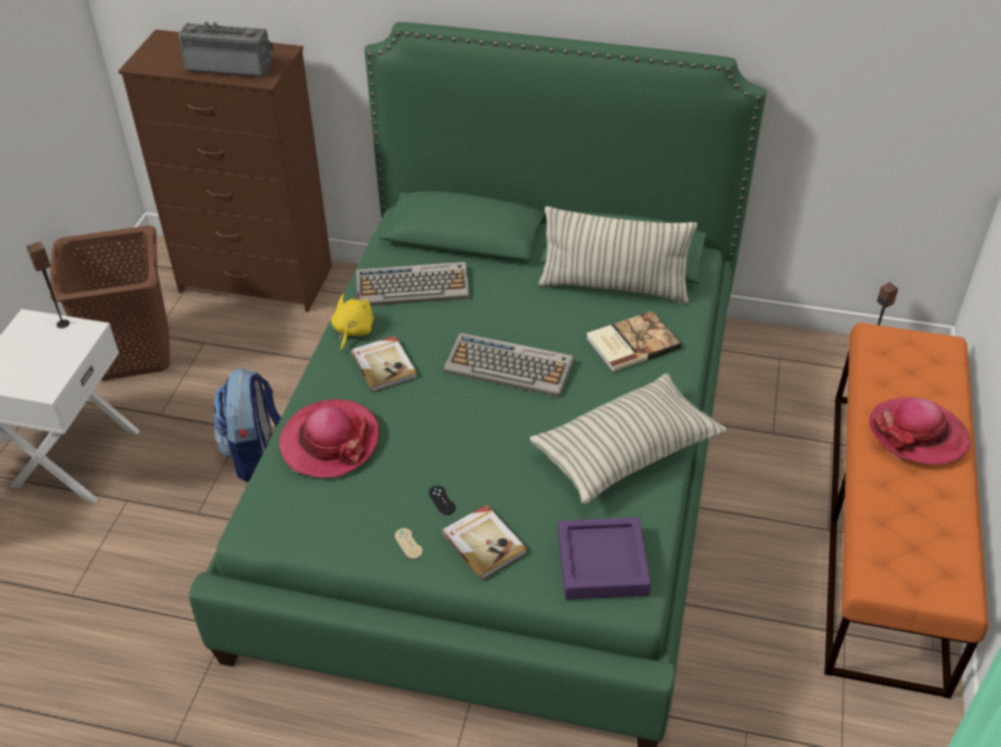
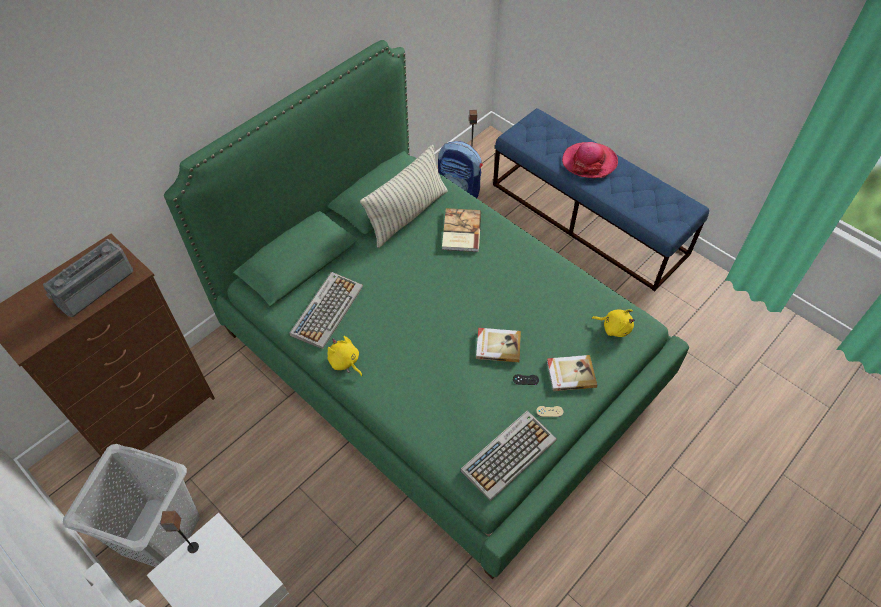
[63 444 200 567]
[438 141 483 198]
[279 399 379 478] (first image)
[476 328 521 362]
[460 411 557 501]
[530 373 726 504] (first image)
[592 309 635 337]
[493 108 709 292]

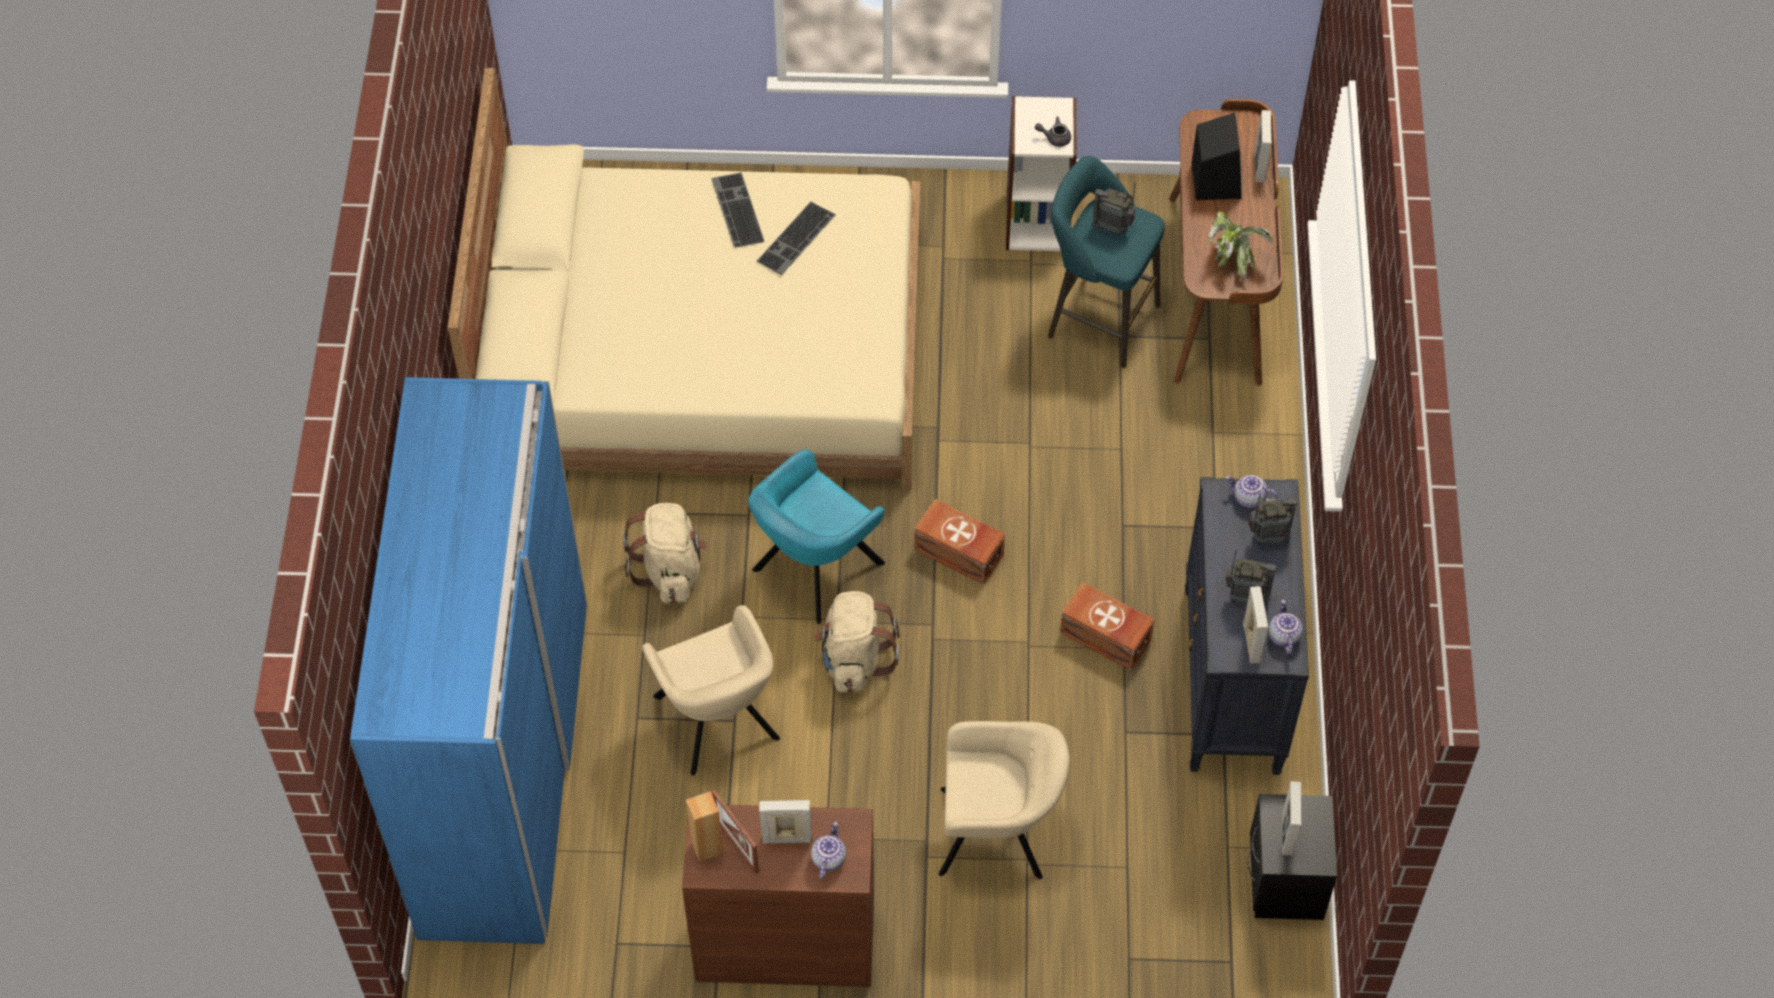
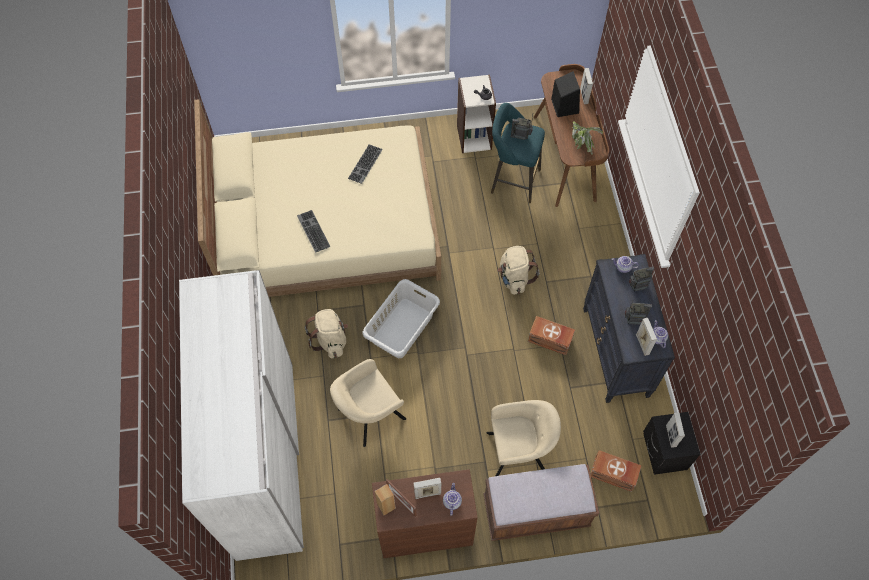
[179 270 304 561]
[330 359 406 447]
[297 210 331 253]
[362 279 440 358]
[497 246 540 295]
[590 450 642 492]
[483 464 599 541]

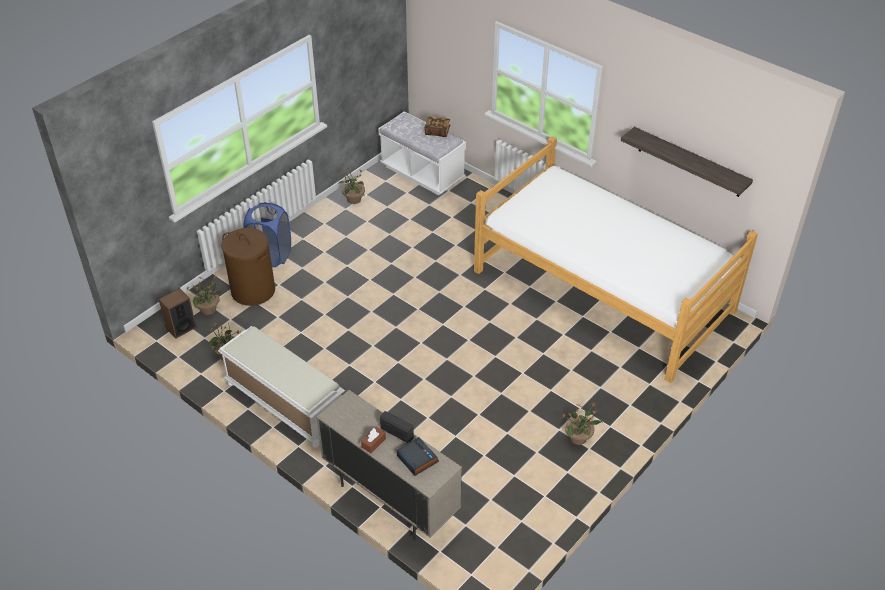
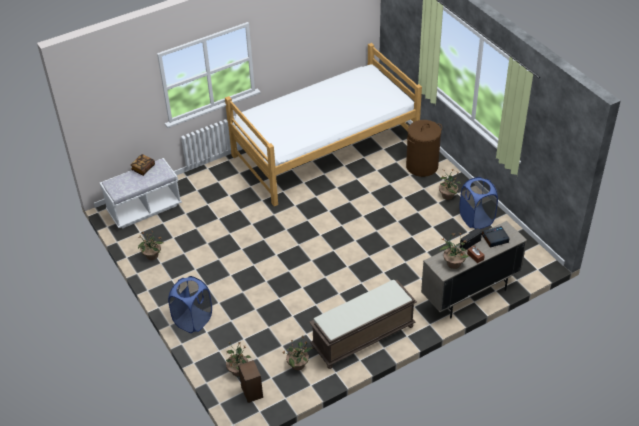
[309 280 417 369]
[406 120 442 177]
[621 127 753 197] (first image)
[440 233 468 269]
[459 177 498 229]

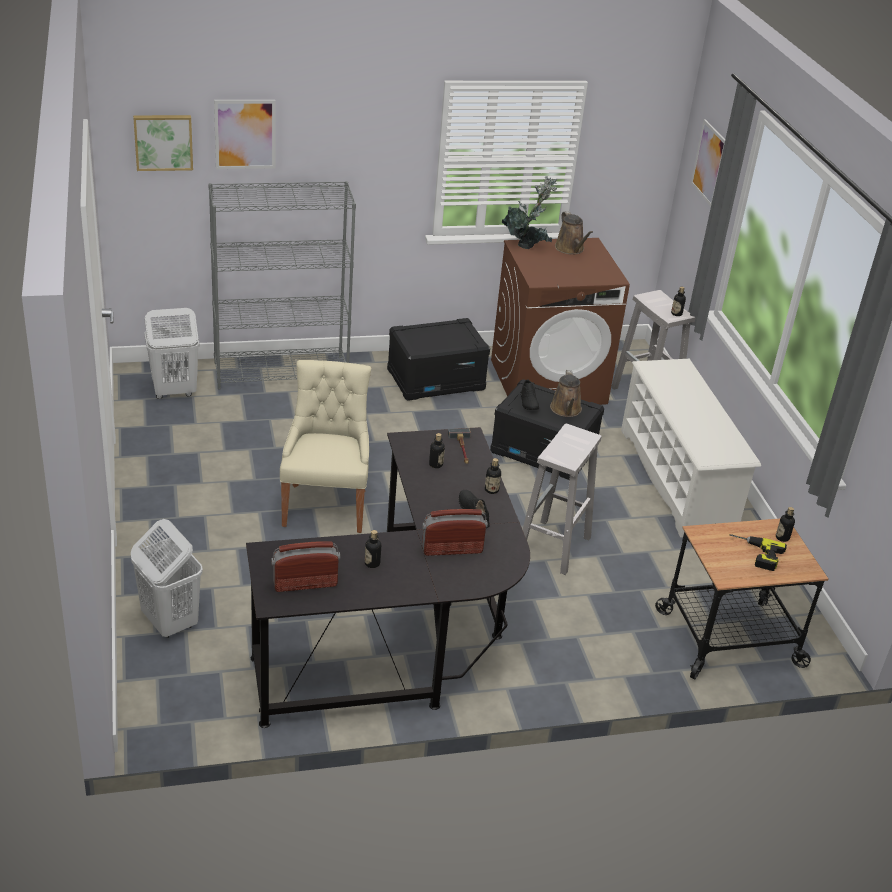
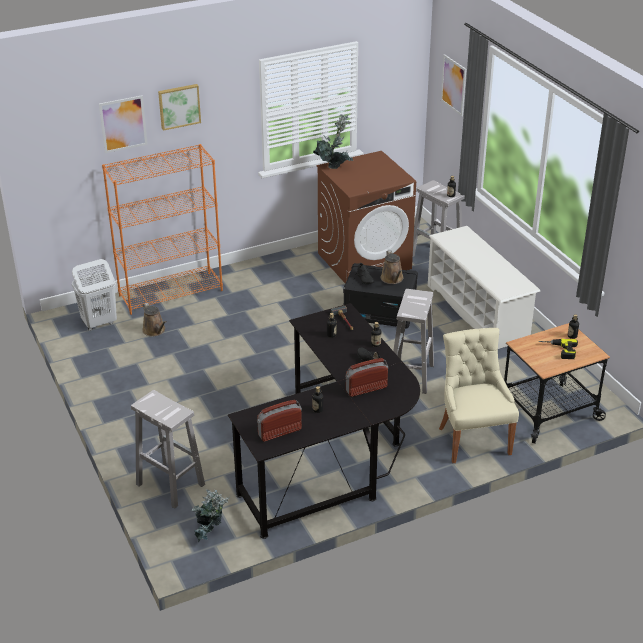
[131 390 205 508]
[158 84 201 131]
[102 144 223 315]
[439 328 519 463]
[387 318 490 401] (first image)
[142 303 166 337]
[191 489 230 543]

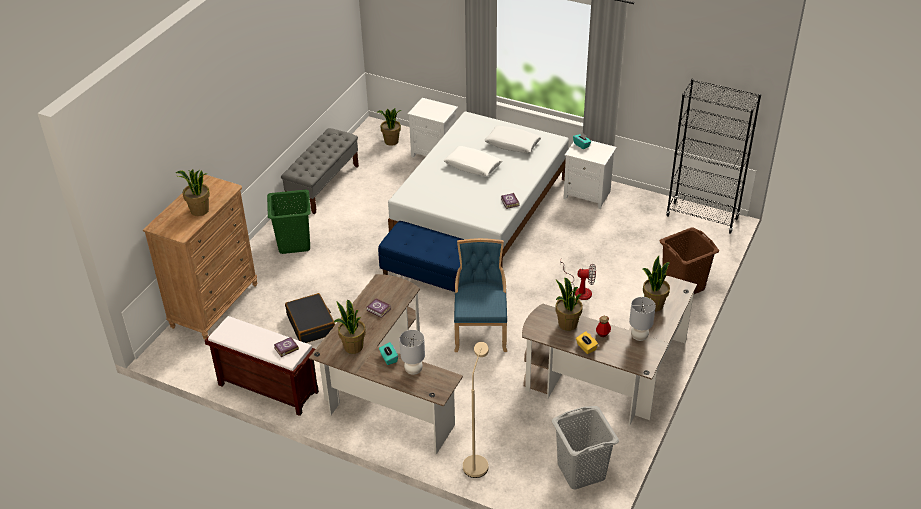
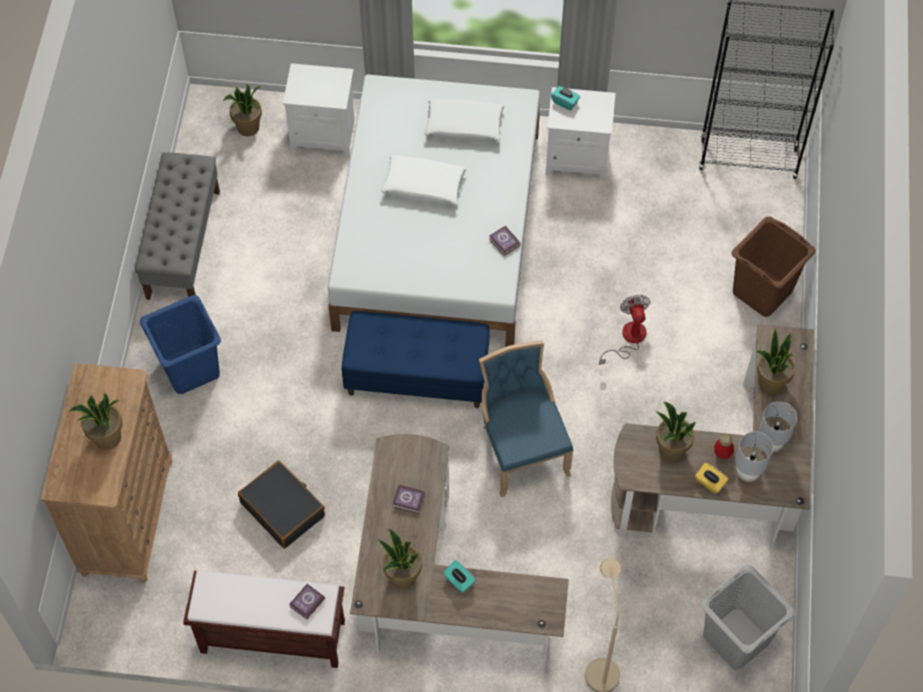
[140 295 221 394]
[735 431 773 482]
[599 295 650 365]

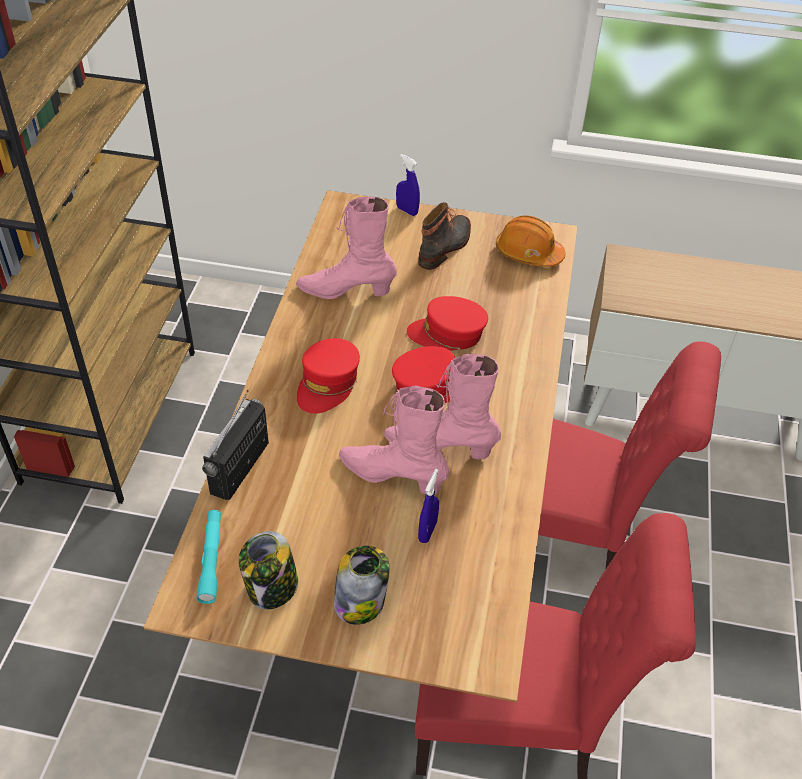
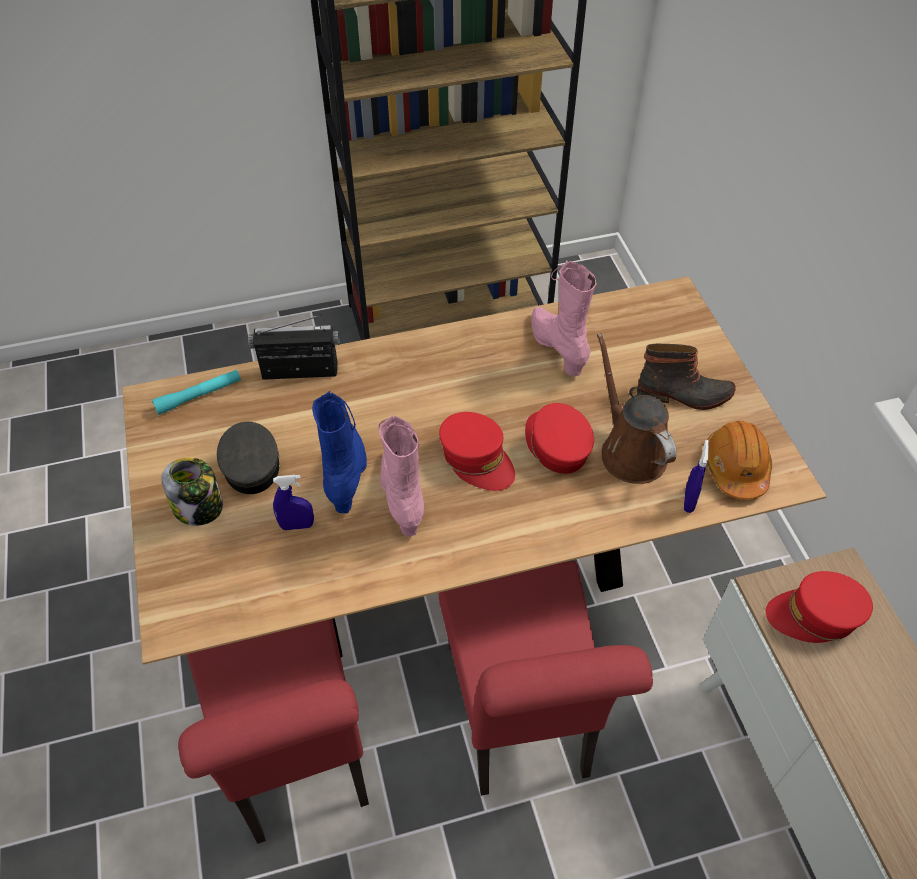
[239 531 298 609] (first image)
[766 571 873 643]
[312 391 367 513]
[684 440 709 513]
[217 422 281 494]
[597 333 677 484]

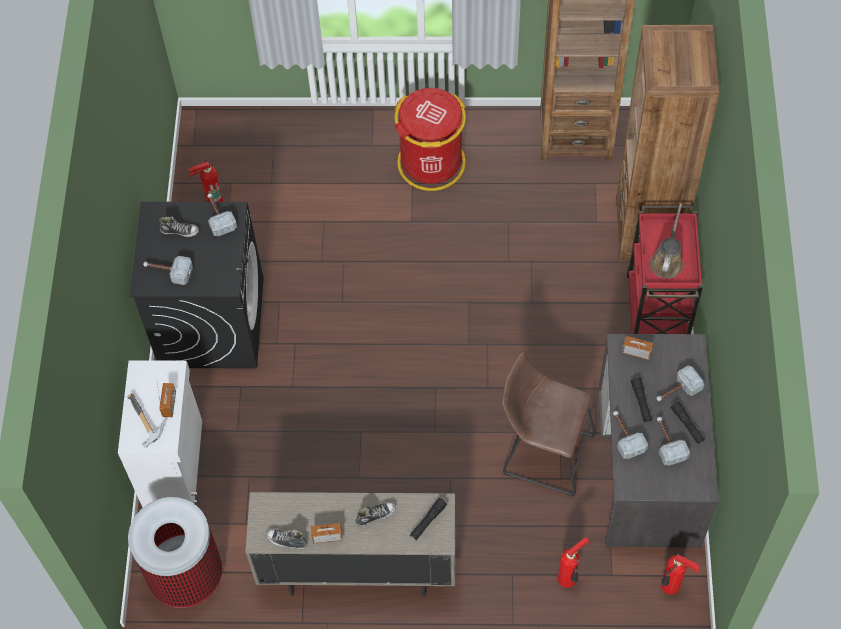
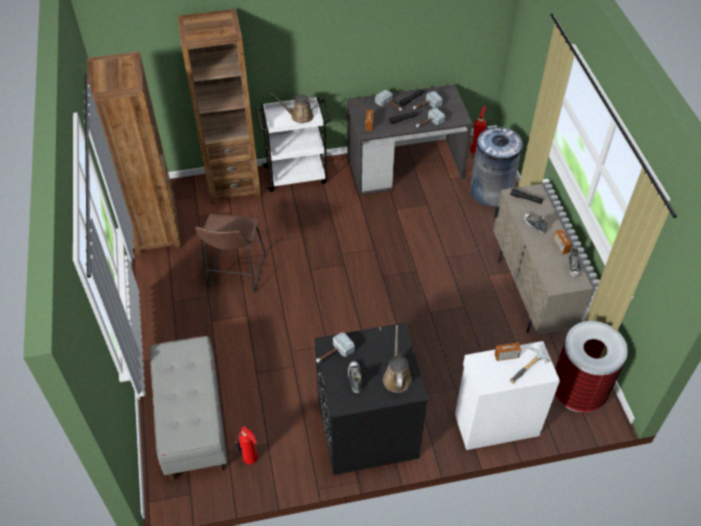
[383 325 412 393]
[394 88 466 191] (first image)
[195 214 265 292]
[470 127 523 207]
[256 96 331 192]
[150 336 227 480]

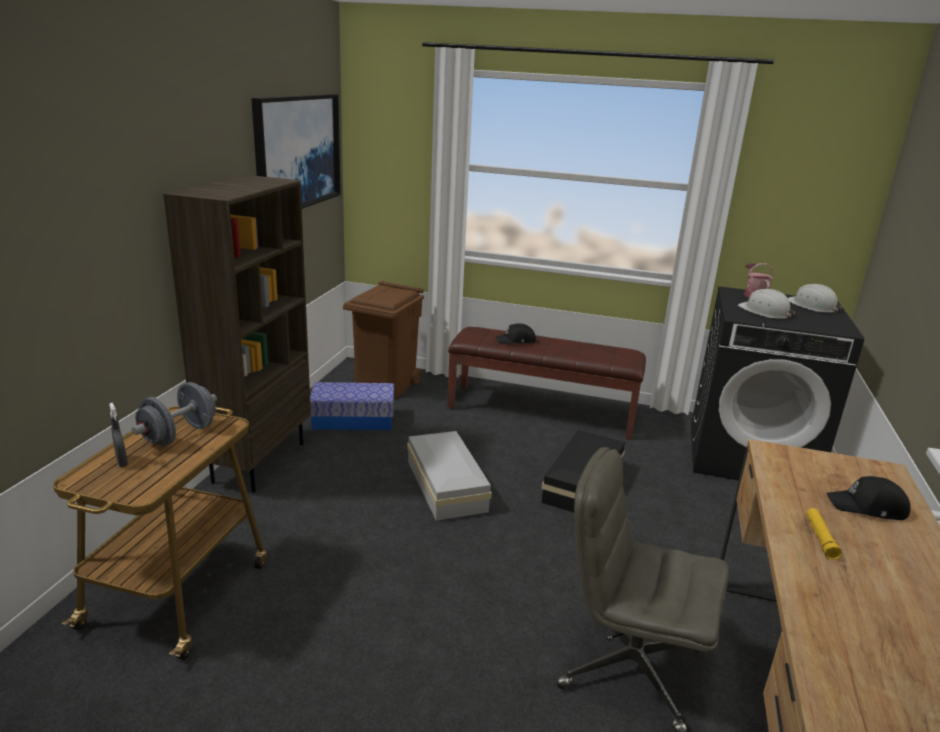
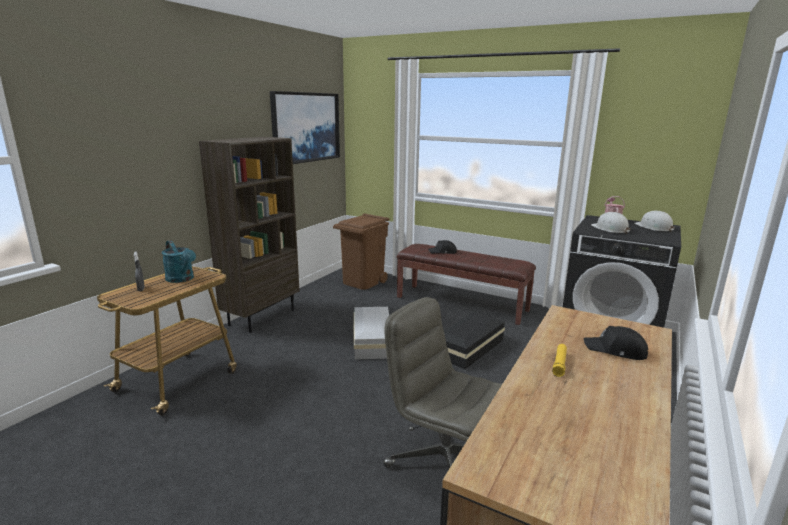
[162 240 196 283]
[310 382 394 430] (first image)

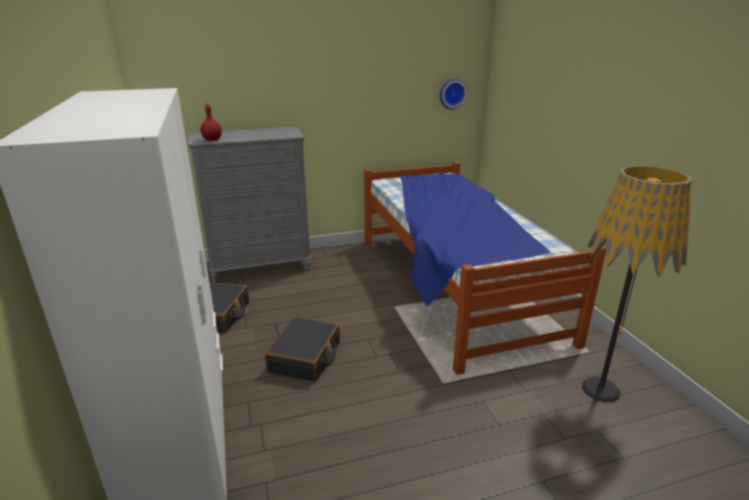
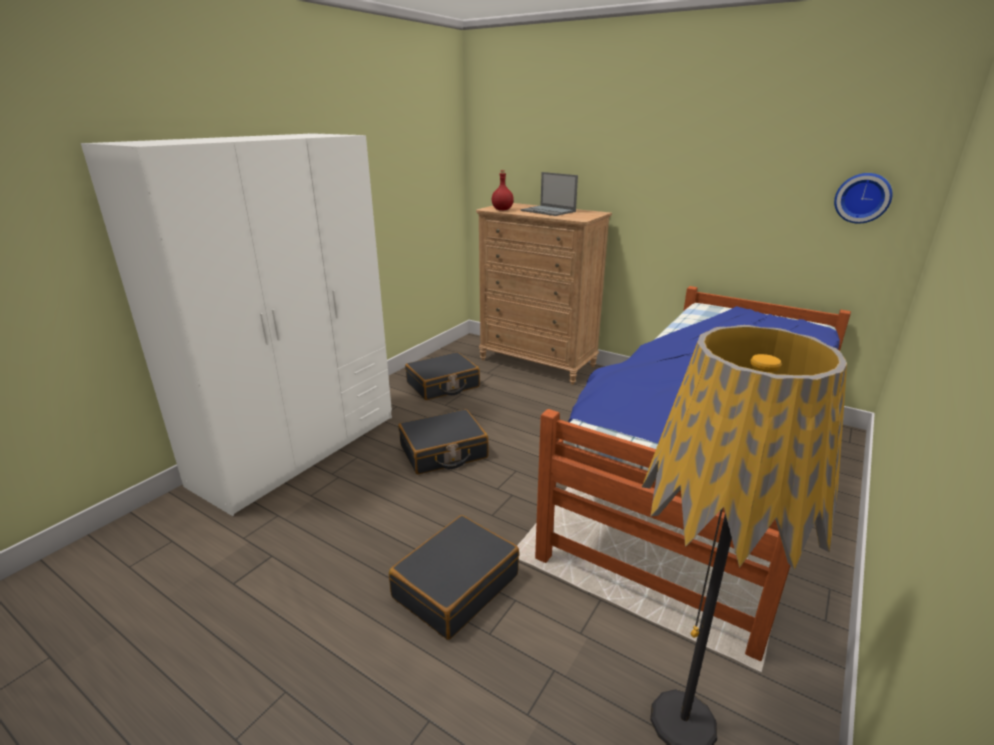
[476 203 612 385]
[389 515 519 640]
[521 172 578 216]

